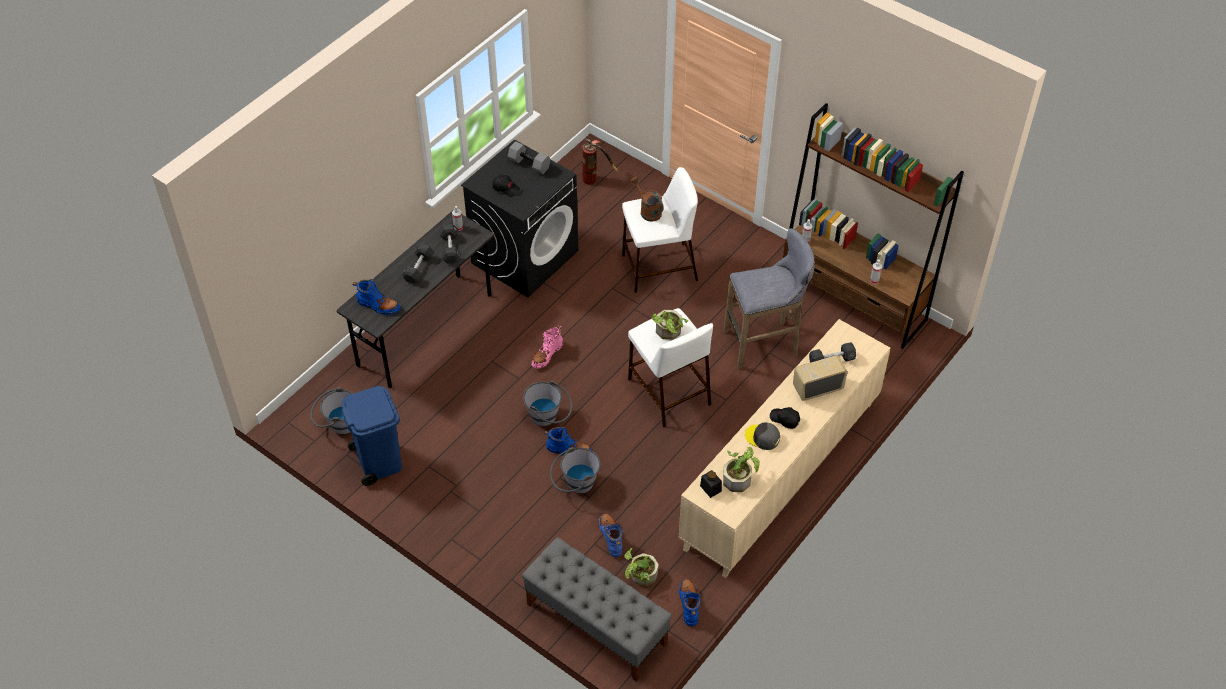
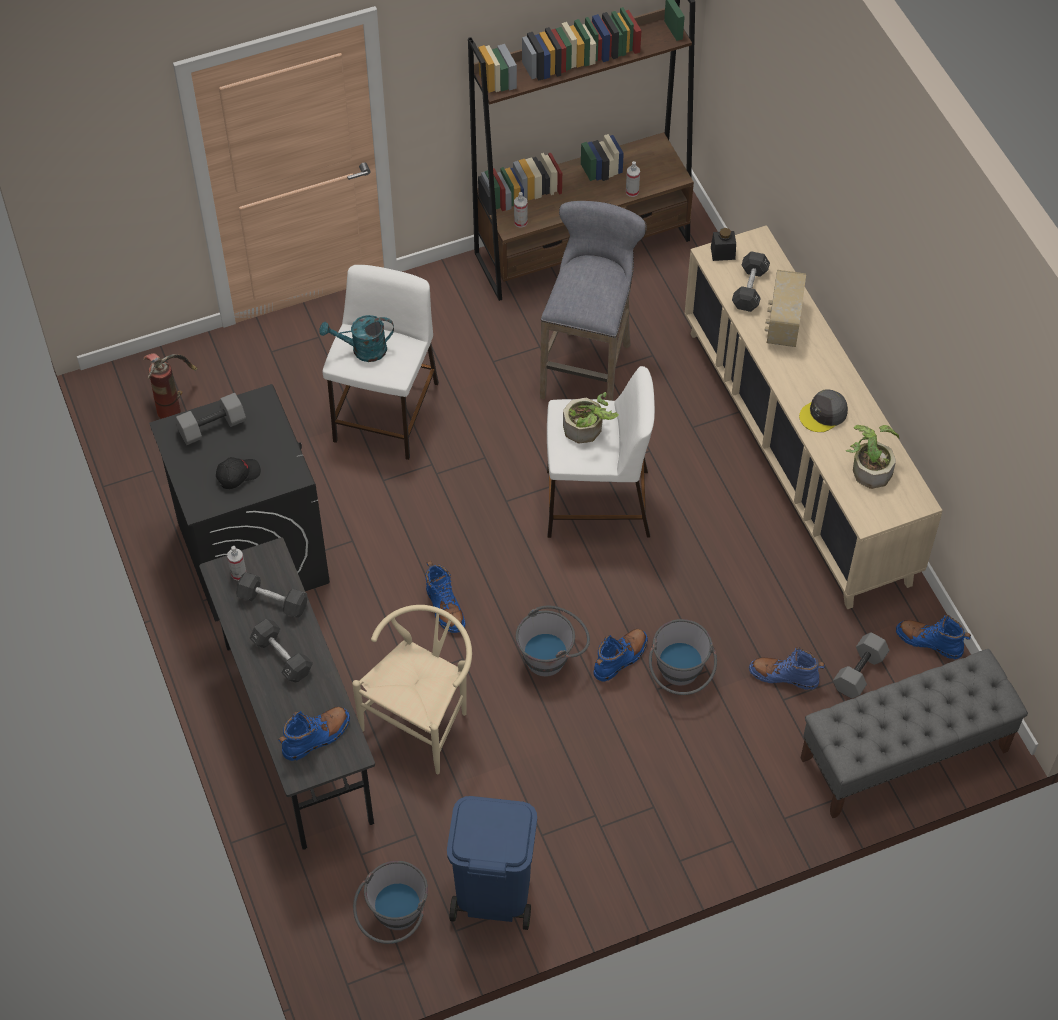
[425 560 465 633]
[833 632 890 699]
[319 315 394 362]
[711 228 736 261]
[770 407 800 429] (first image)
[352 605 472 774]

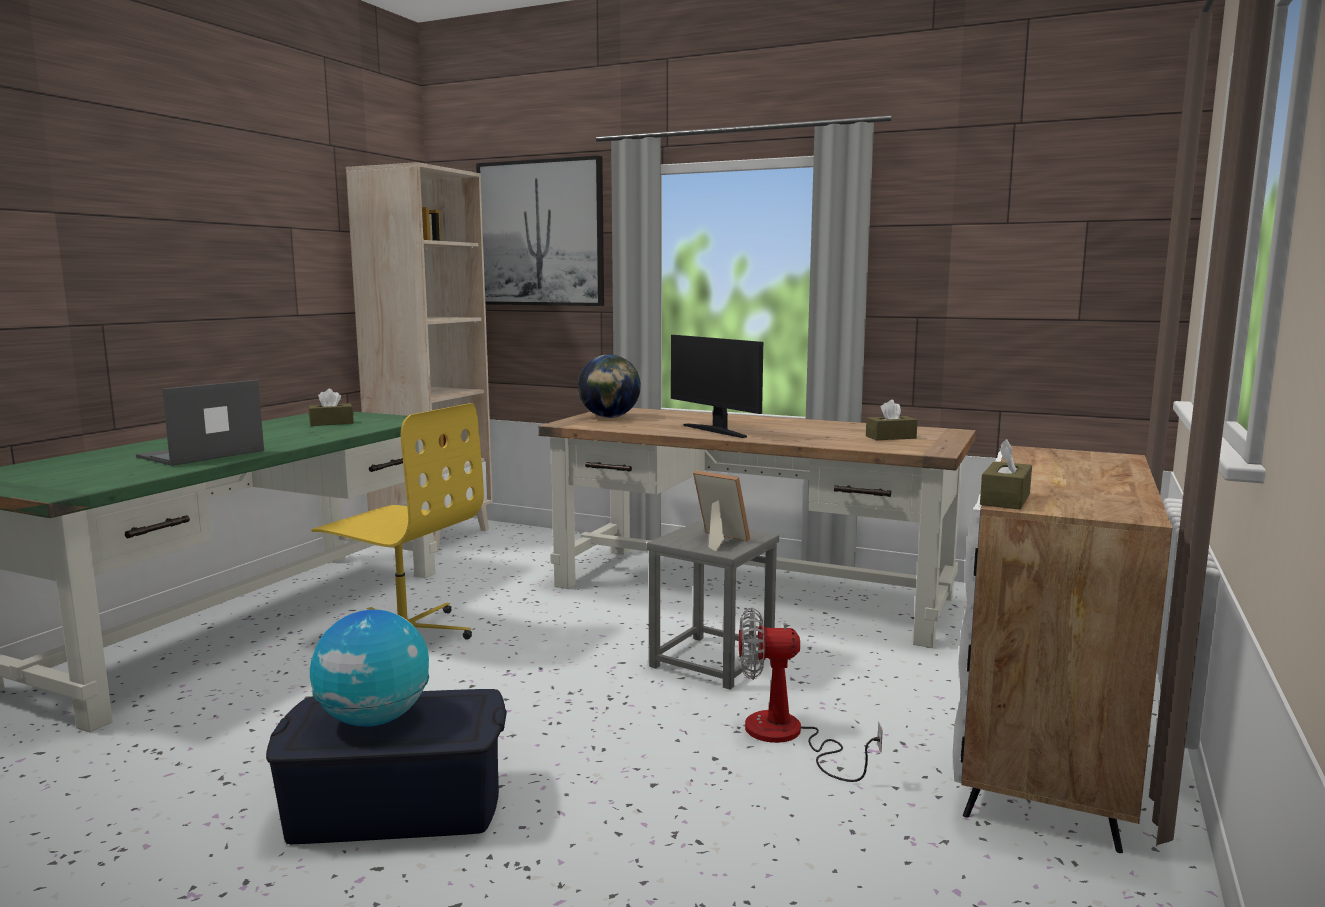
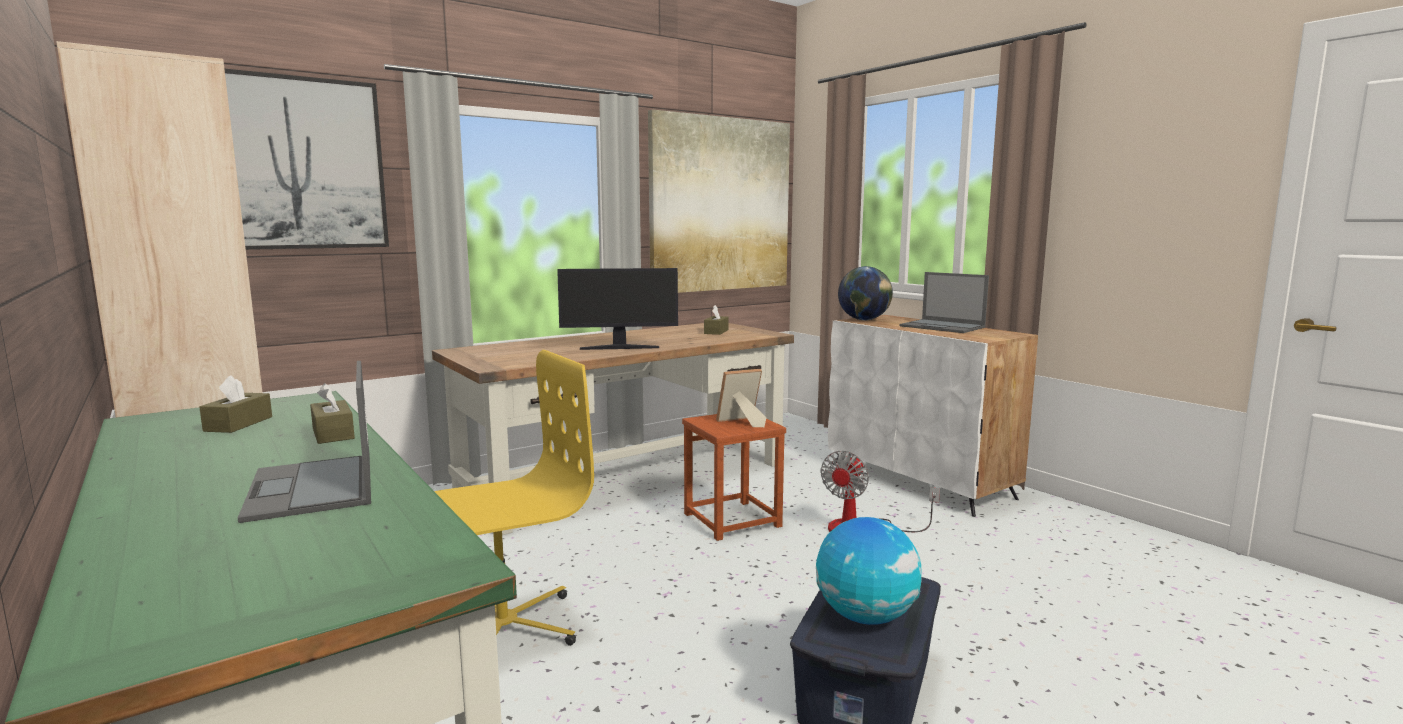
[838 266 893 320]
[682 414 786 541]
[310 383 355 444]
[648 110 790 293]
[900 272 989 333]

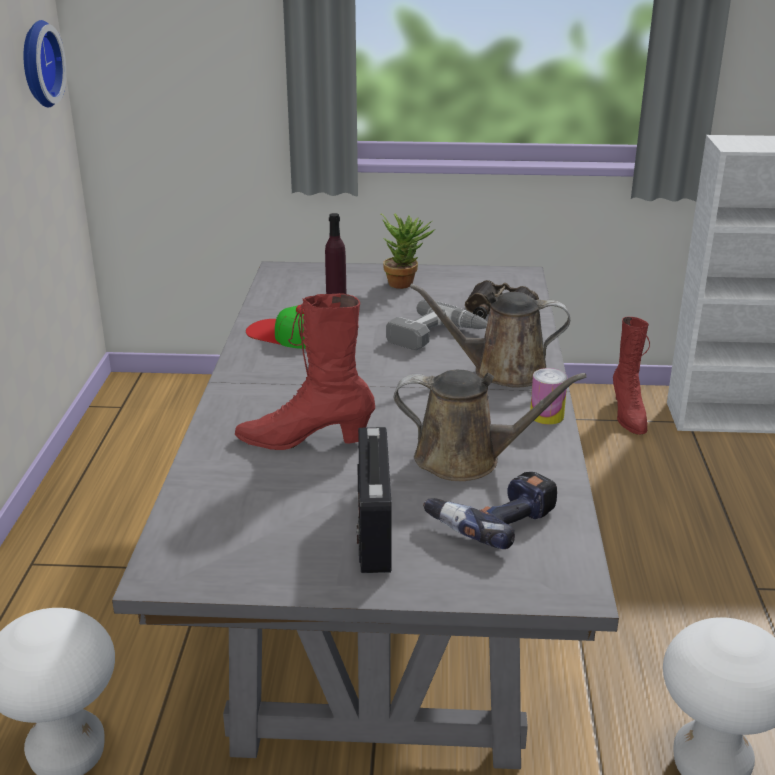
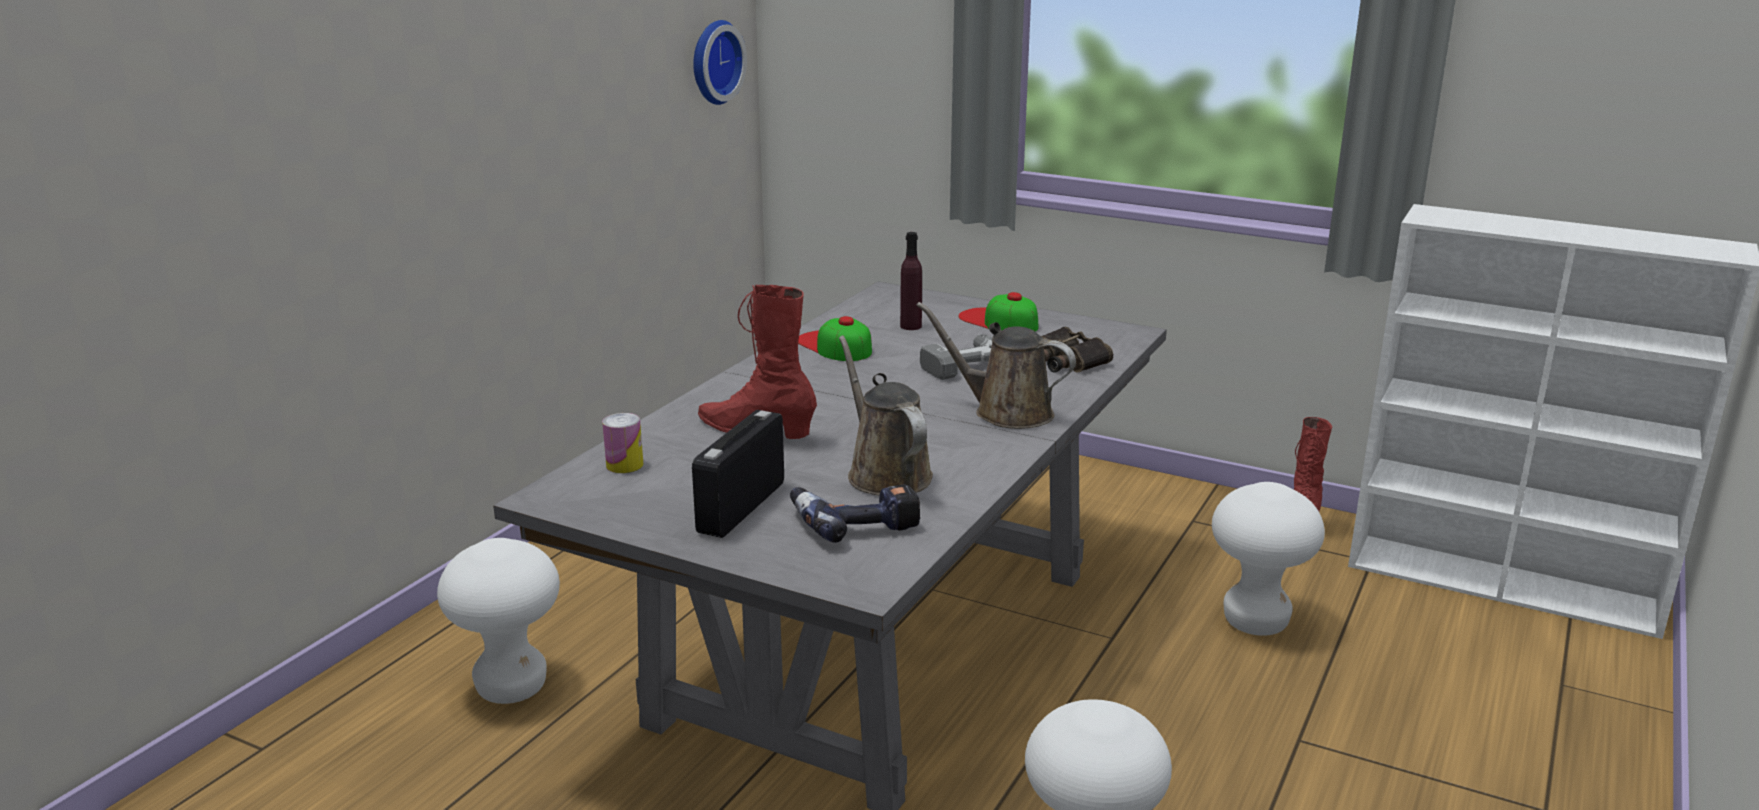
[959 292 1038 331]
[839 336 933 496]
[602 413 643 473]
[1212 482 1325 636]

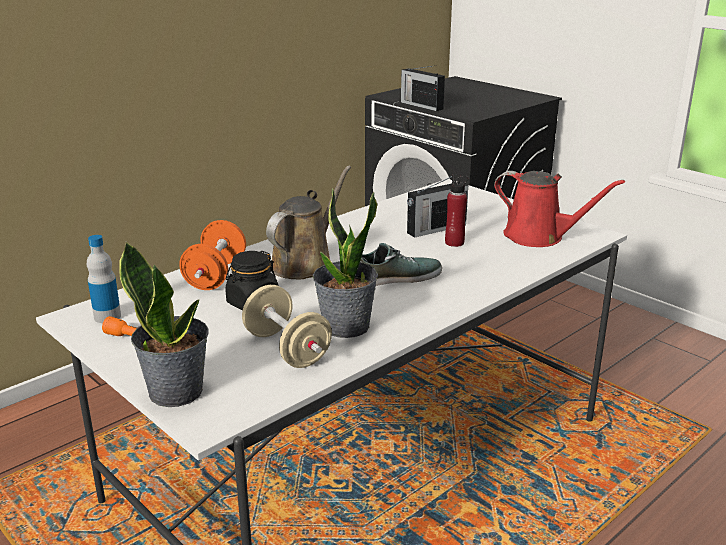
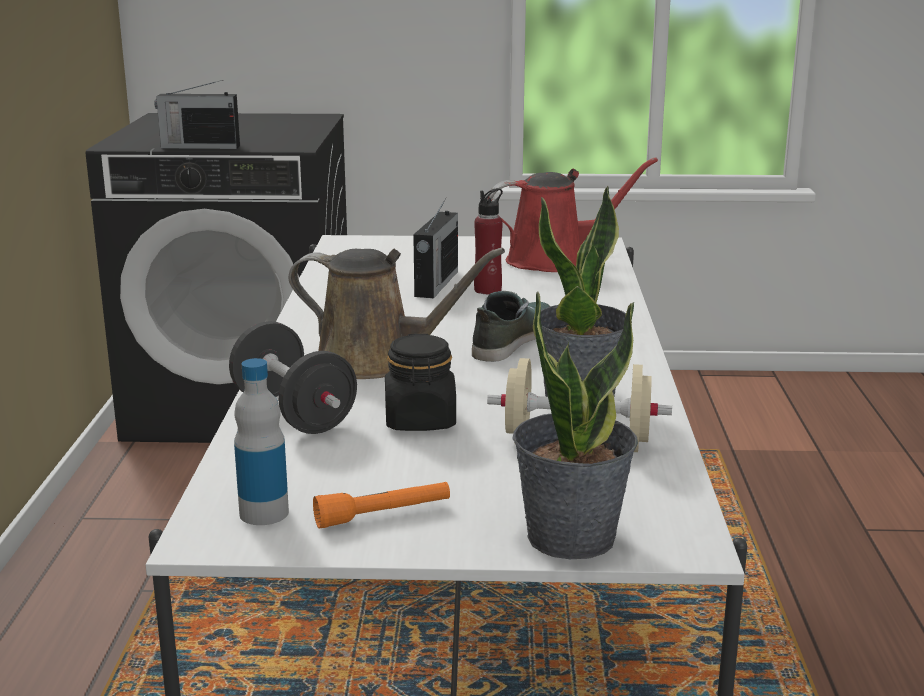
[229 321 357 434]
[289 248 505 379]

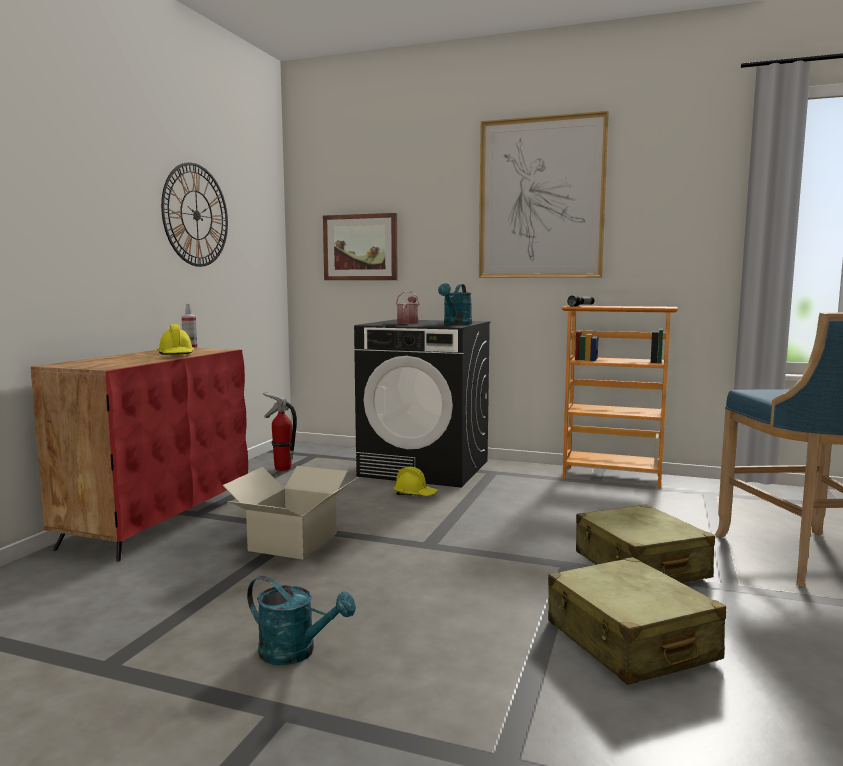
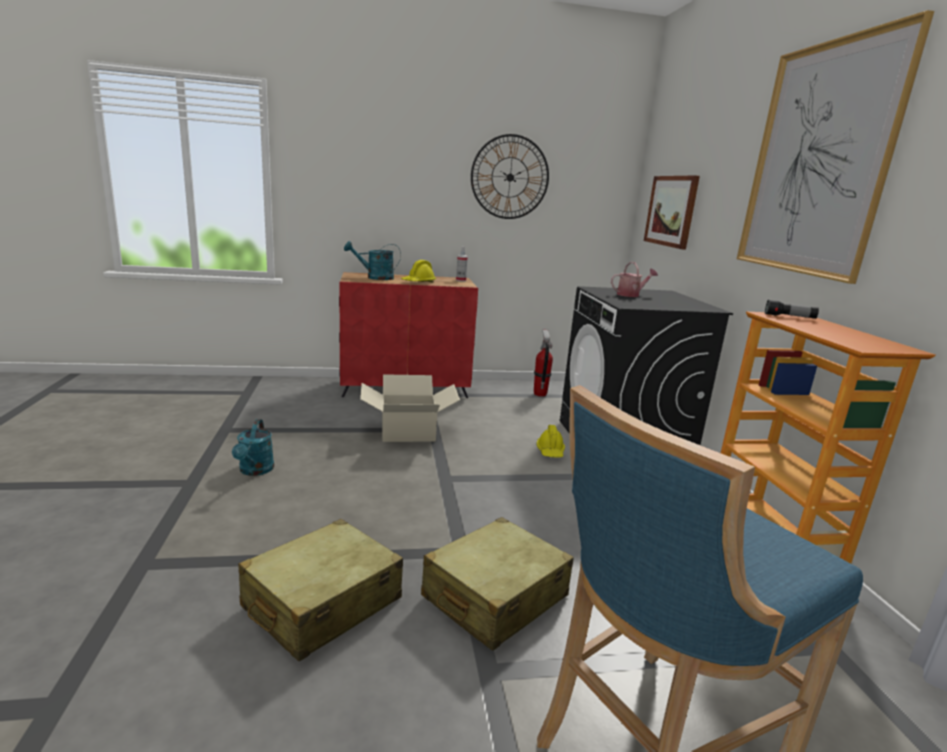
[344 241 401 280]

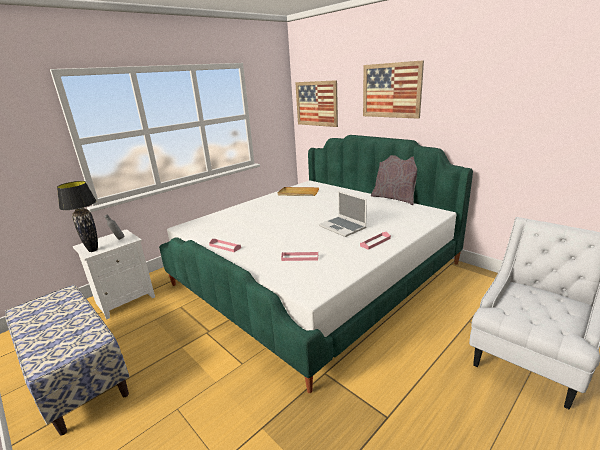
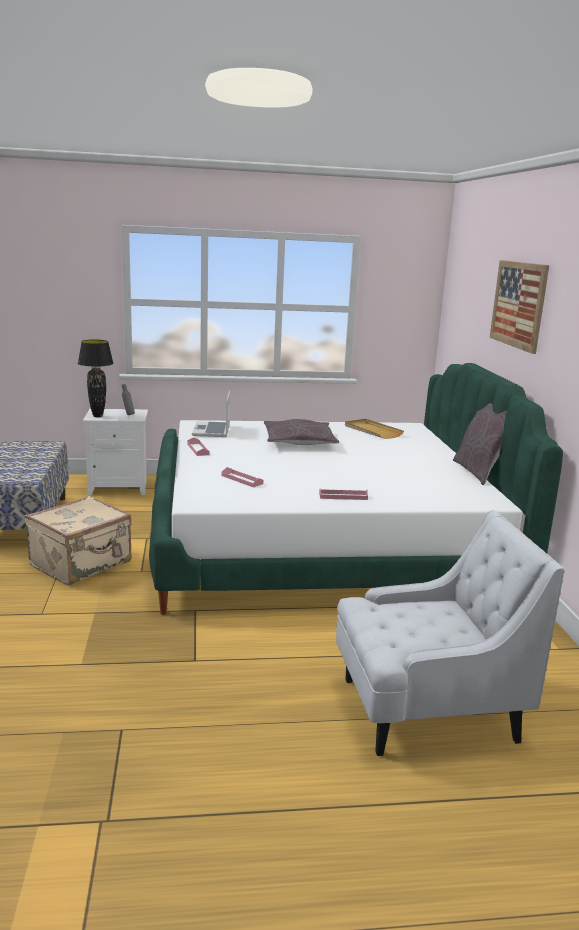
[295 80 338 127] (first image)
[192 391 230 437]
[25 496 132 585]
[264 419 339 445]

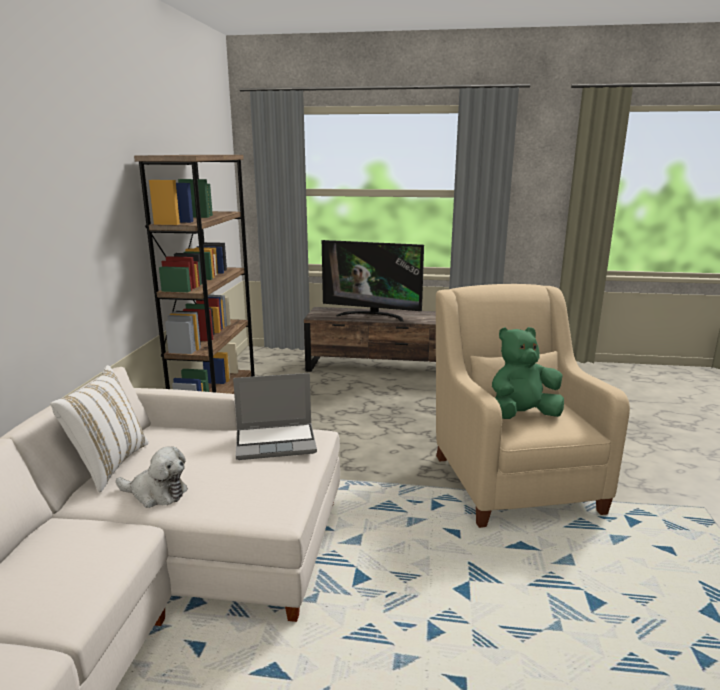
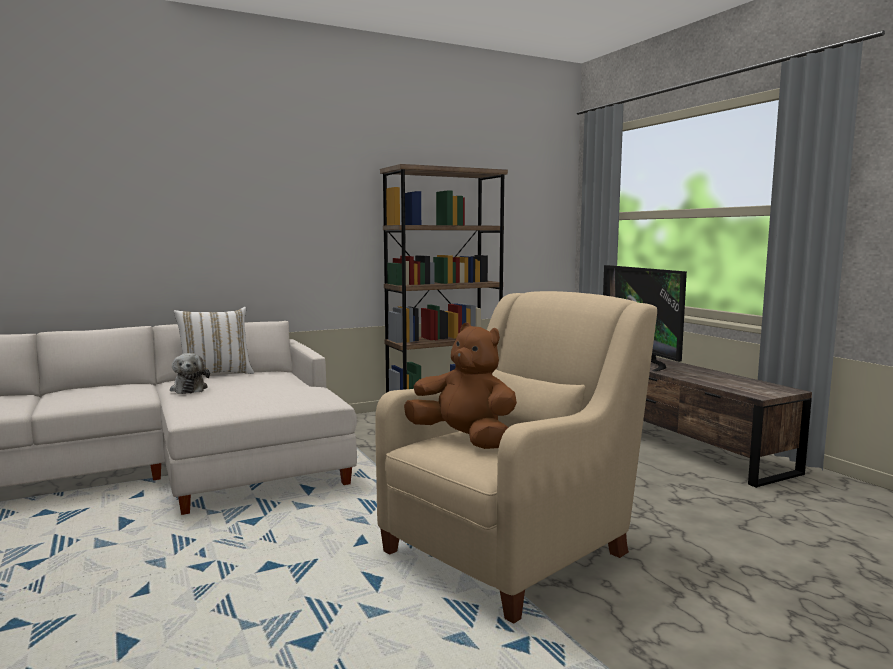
[233 373 317 460] (first image)
[404 322 517 449]

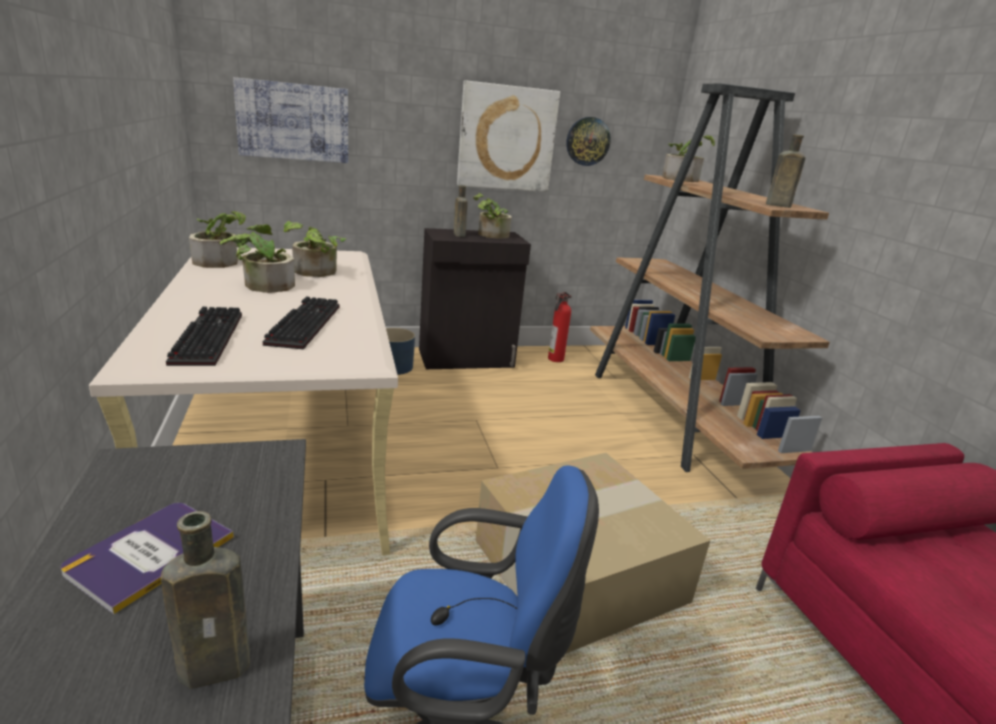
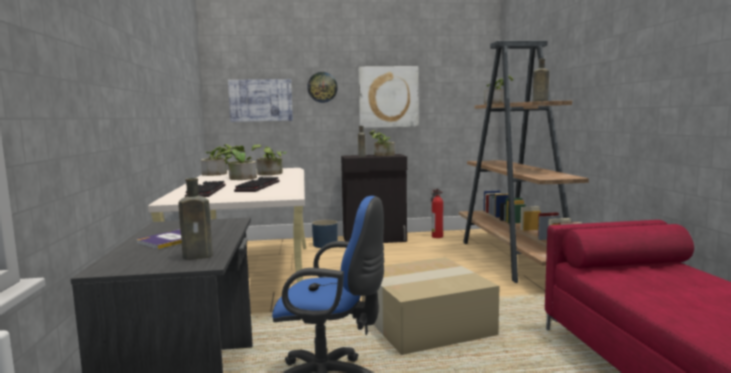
[307 72 338 103]

